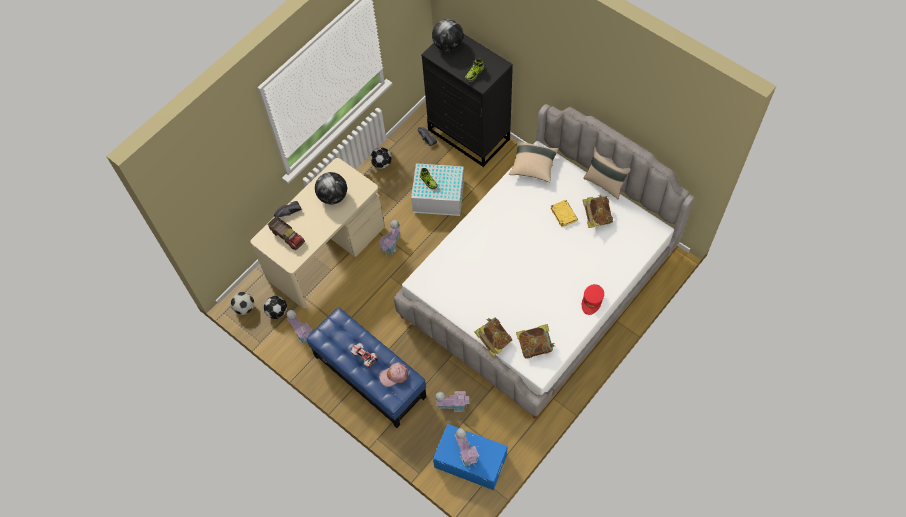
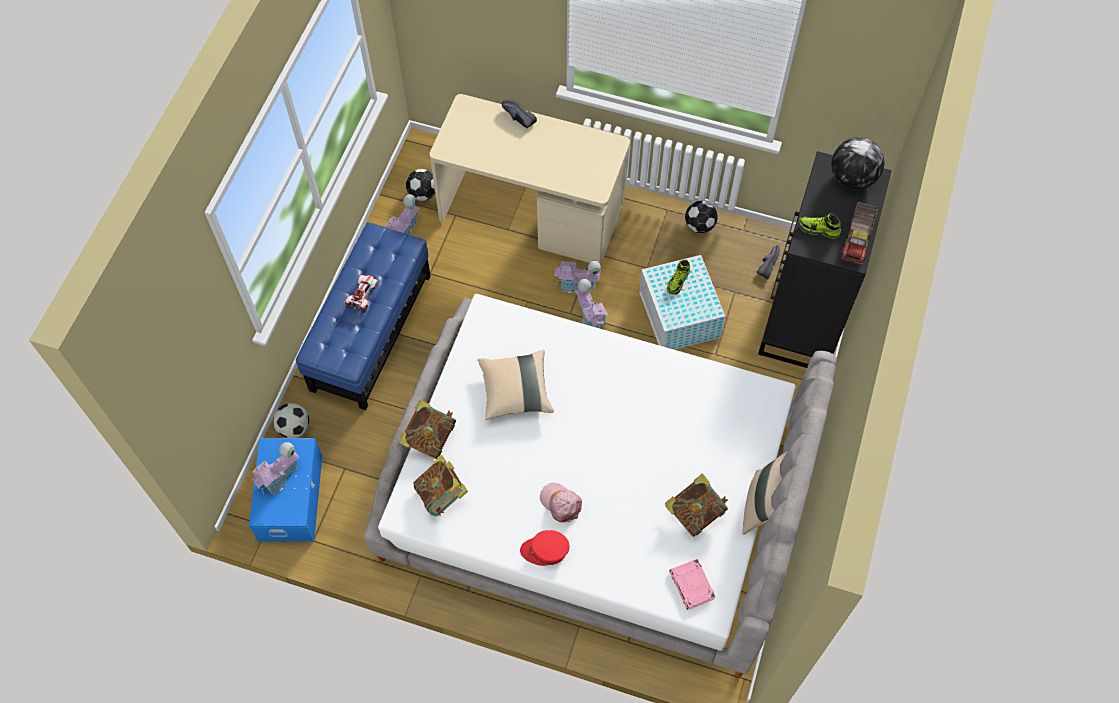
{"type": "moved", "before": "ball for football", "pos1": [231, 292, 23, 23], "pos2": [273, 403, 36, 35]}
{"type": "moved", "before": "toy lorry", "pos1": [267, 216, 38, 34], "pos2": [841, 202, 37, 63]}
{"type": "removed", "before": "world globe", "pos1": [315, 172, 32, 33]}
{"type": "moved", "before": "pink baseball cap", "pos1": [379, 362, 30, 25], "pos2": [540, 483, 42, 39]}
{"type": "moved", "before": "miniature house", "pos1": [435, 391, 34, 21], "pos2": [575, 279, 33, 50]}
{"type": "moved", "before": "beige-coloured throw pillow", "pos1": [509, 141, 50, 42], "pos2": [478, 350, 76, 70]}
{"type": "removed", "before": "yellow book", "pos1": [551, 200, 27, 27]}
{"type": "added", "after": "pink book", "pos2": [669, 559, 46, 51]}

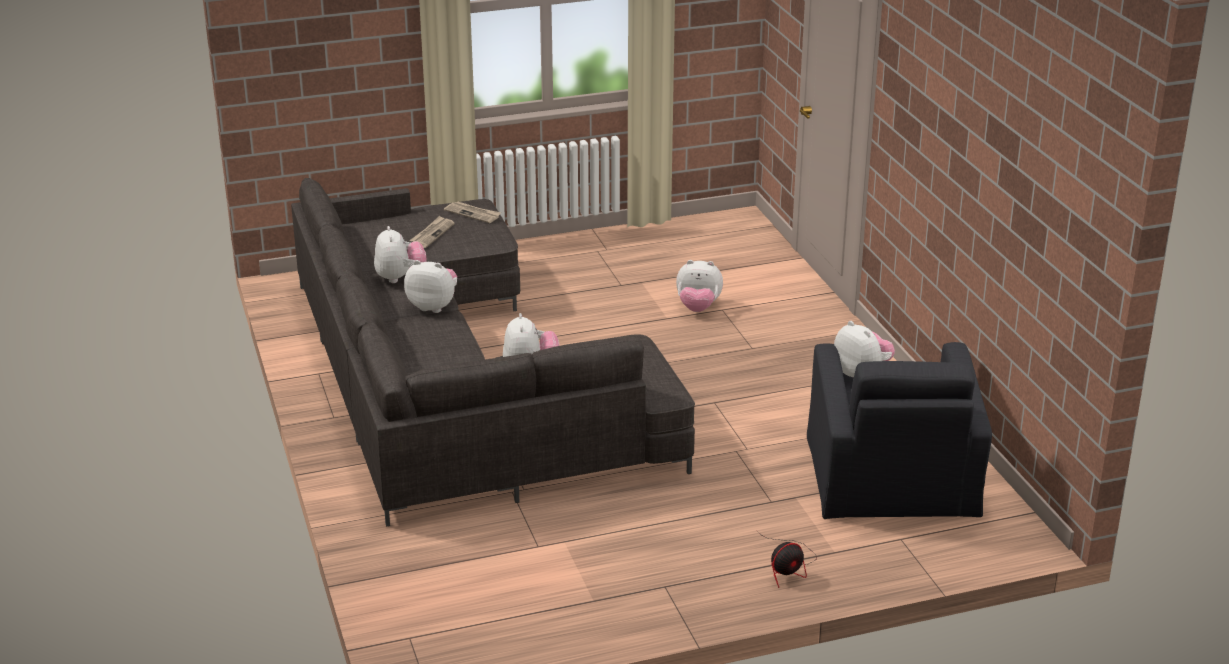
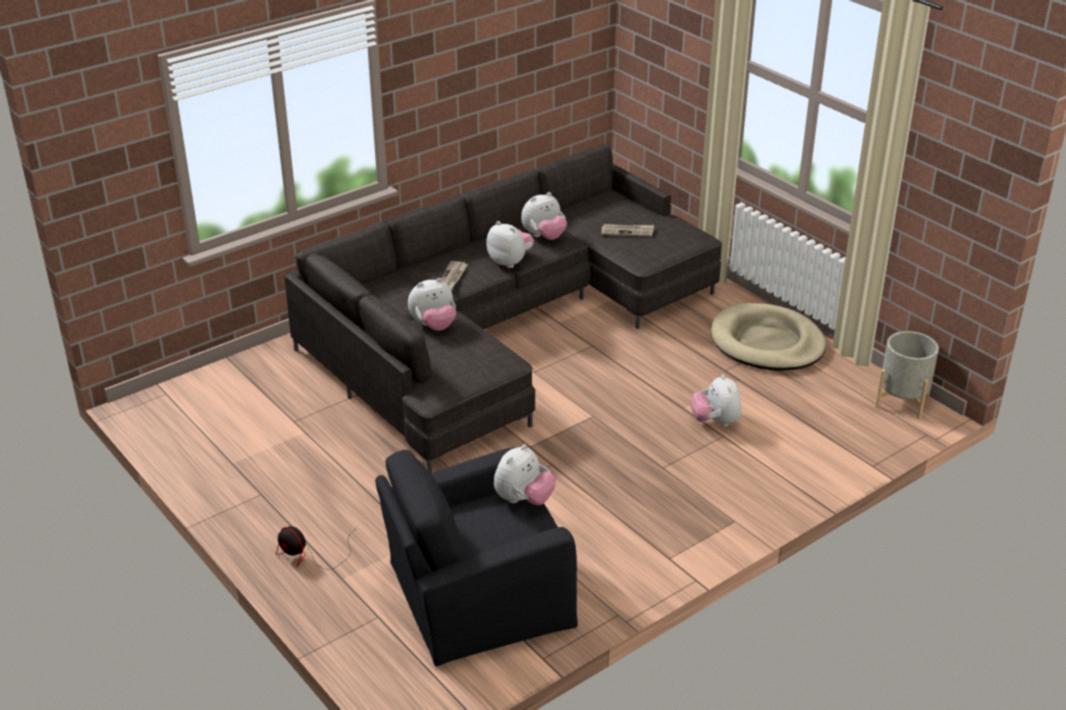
{"type": "turned", "before": "soft toy", "pos1": [404, 260, 53, 53], "pos2": [486, 221, 48, 47], "turn": -45}
{"type": "moved", "before": "newspaper", "pos1": [444, 202, 57, 21], "pos2": [441, 261, 27, 30]}
{"type": "added", "after": "beige-coloured dog cushion", "pos2": [711, 303, 115, 68]}
{"type": "added", "after": "gray flower pot", "pos2": [875, 331, 64, 88]}

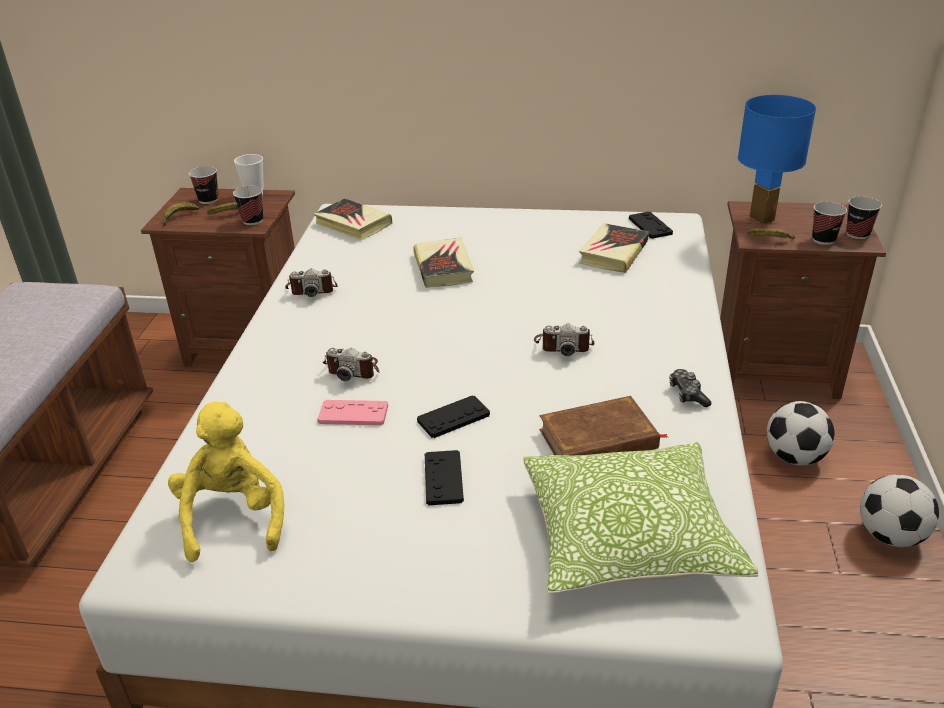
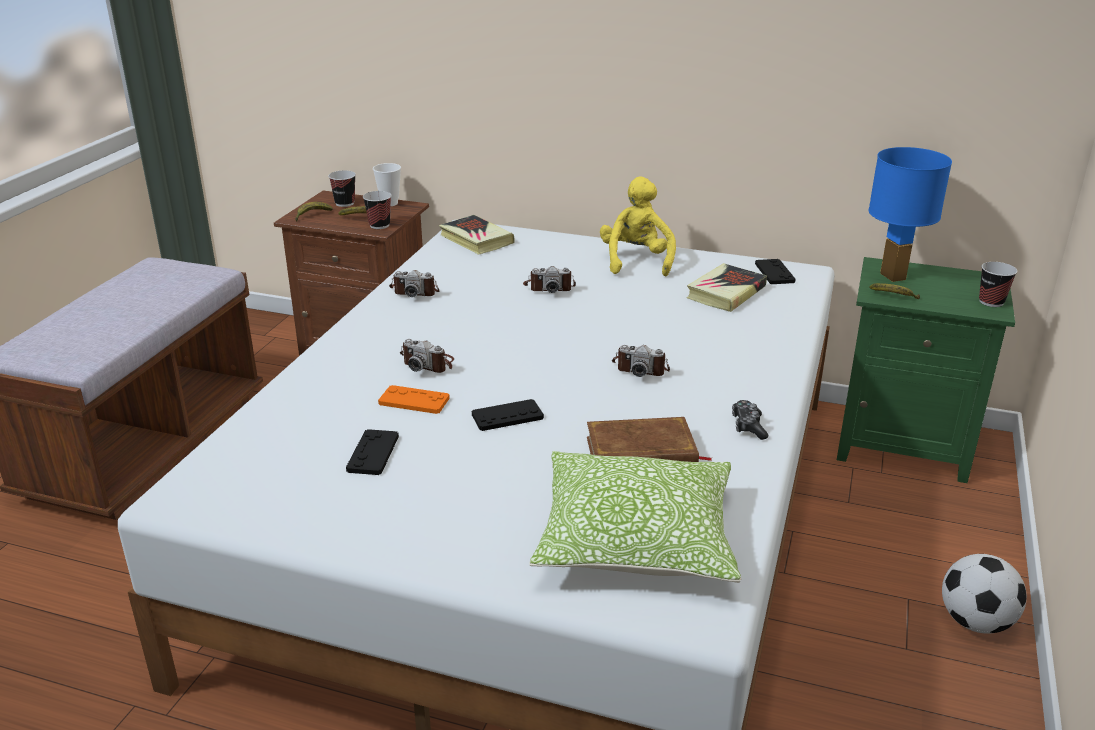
{"type": "moved", "before": "yellow soft toy", "pos1": [168, 402, 116, 160], "pos2": [600, 176, 76, 100]}
{"type": "recoloured", "before": "pink gamepad", "after": "orange gamepad", "pos1": [317, 400, 71, 25], "pos2": [378, 385, 72, 29]}
{"type": "replaced", "before": "book", "after": "photo camera", "pos1": [413, 238, 61, 50], "pos2": [523, 266, 53, 27]}
{"type": "moved", "before": "black-coloured gamepad", "pos1": [425, 450, 39, 55], "pos2": [346, 429, 53, 46]}
{"type": "recoloured", "before": "brown night table", "after": "green night table", "pos1": [720, 201, 166, 198], "pos2": [837, 257, 178, 226]}
{"type": "removed", "before": "ball for football", "pos1": [767, 401, 68, 65]}
{"type": "removed", "before": "small cup", "pos1": [812, 202, 35, 43]}

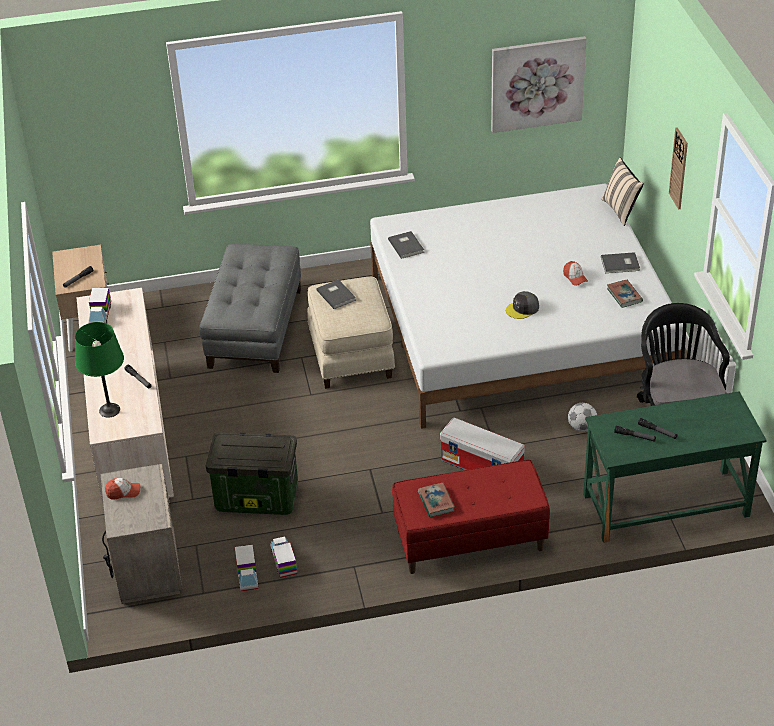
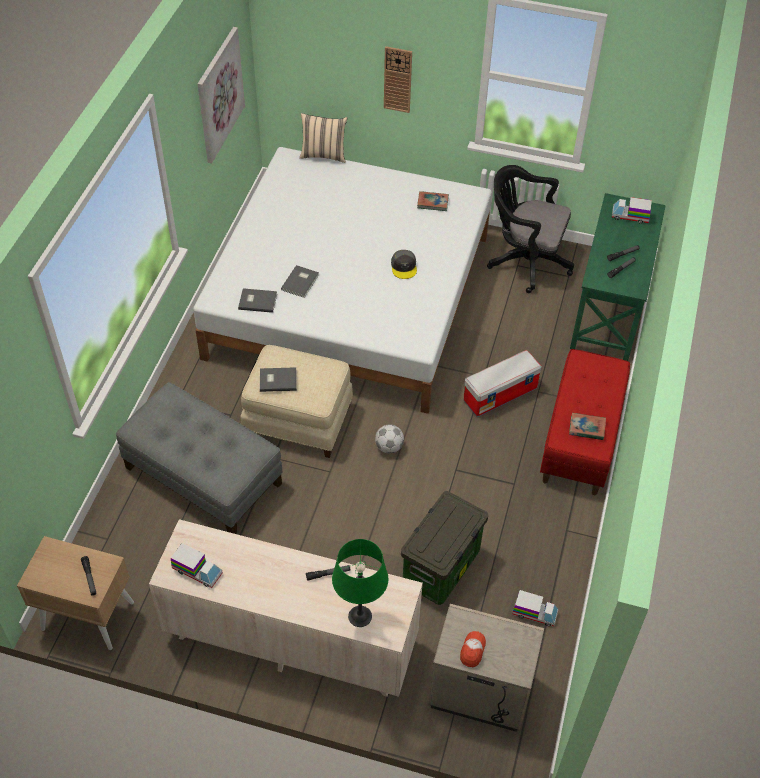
{"type": "moved", "before": "toy lorry", "pos1": [270, 536, 27, 42], "pos2": [612, 197, 40, 27]}
{"type": "removed", "before": "baseball cap", "pos1": [563, 261, 25, 25]}
{"type": "moved", "before": "ball for football", "pos1": [568, 403, 29, 29], "pos2": [375, 425, 29, 28]}
{"type": "moved", "before": "gray book", "pos1": [601, 252, 39, 21], "pos2": [281, 265, 38, 33]}

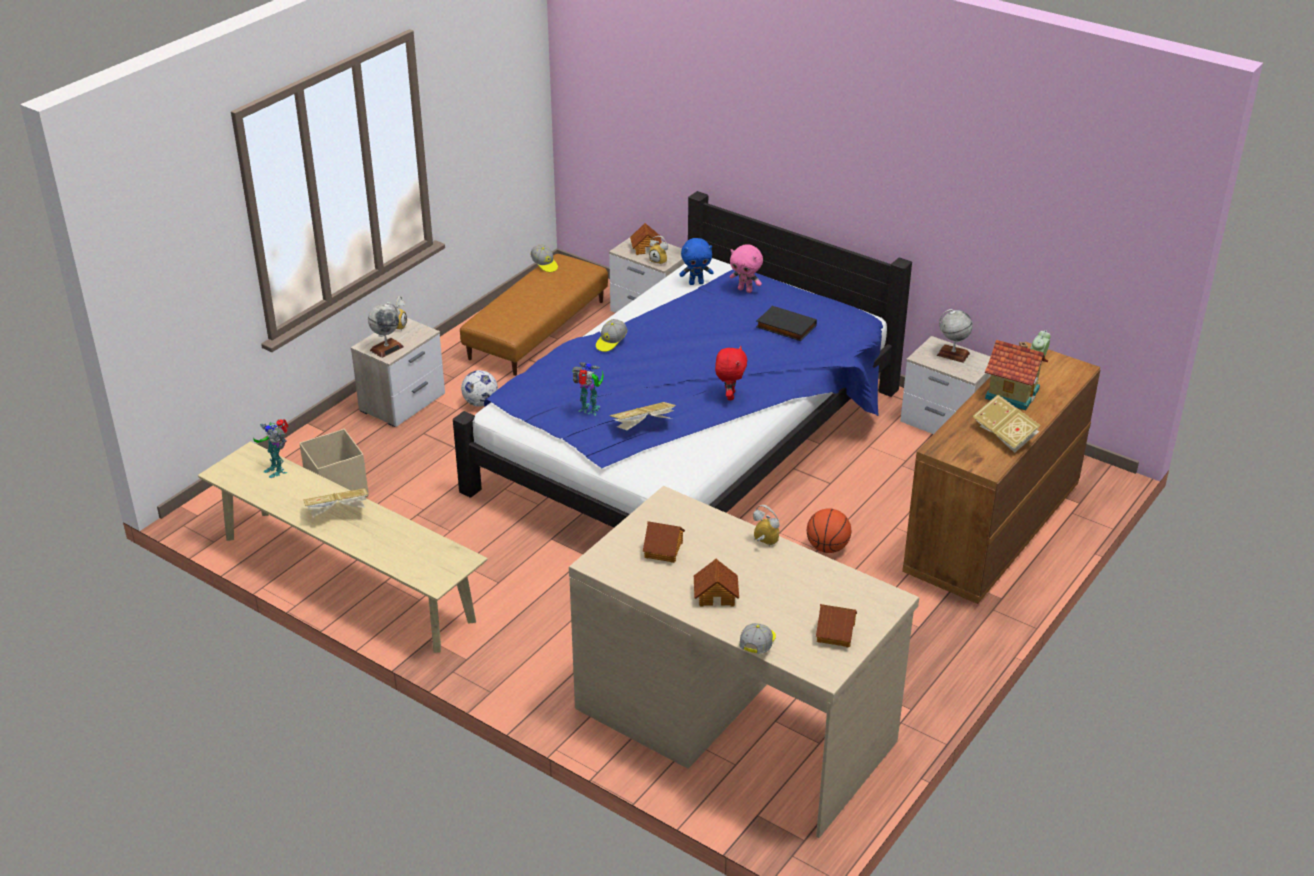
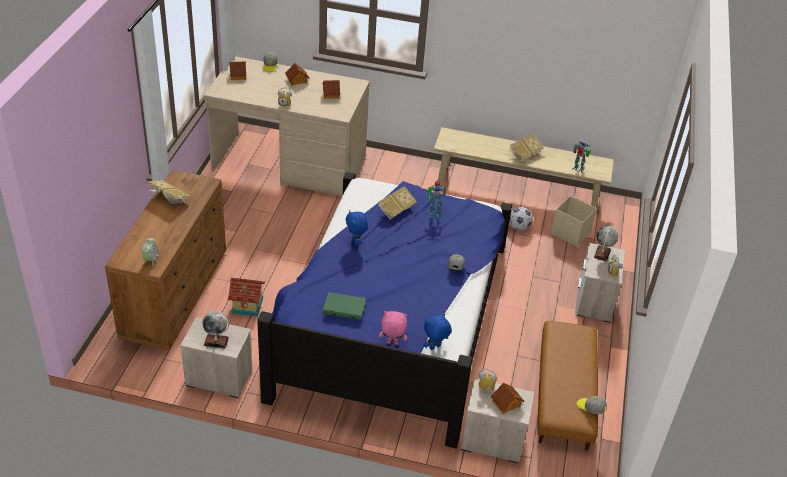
{"type": "moved", "before": "ball for football", "pos1": [461, 370, 37, 37], "pos2": [509, 207, 24, 24]}
{"type": "recoloured", "before": "red-coloured soft toy", "after": "blue-coloured soft toy", "pos1": [715, 346, 32, 54], "pos2": [346, 210, 22, 36]}
{"type": "recoloured", "before": "black-coloured book", "after": "green book", "pos1": [756, 306, 61, 35], "pos2": [323, 292, 43, 28]}
{"type": "removed", "before": "basketball", "pos1": [807, 508, 44, 45]}
{"type": "moved", "before": "miniature house", "pos1": [985, 340, 63, 70], "pos2": [228, 278, 37, 38]}

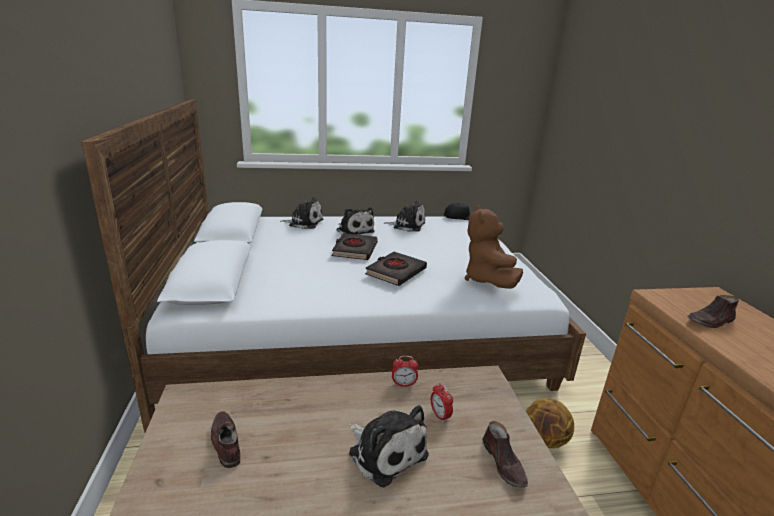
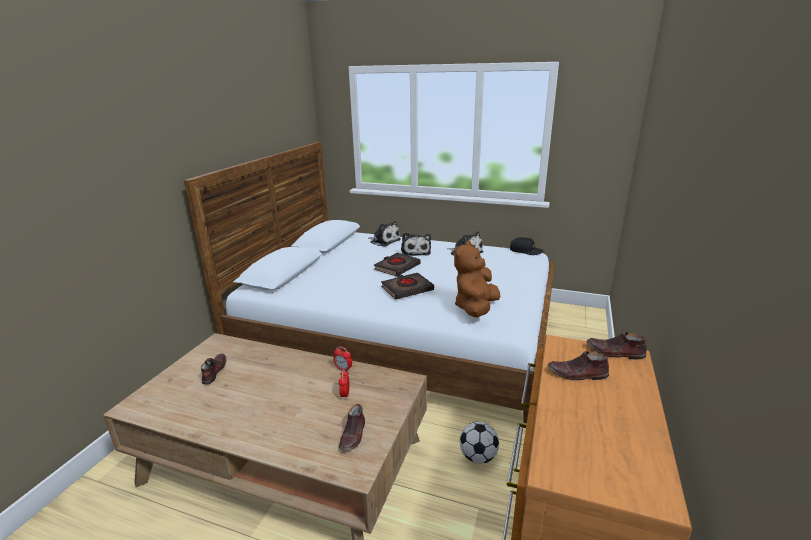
{"type": "removed", "before": "soft toy", "pos1": [349, 405, 80, 83]}
{"type": "replaced", "before": "basketball", "after": "ball for football", "pos1": [526, 398, 48, 50], "pos2": [460, 422, 39, 42]}
{"type": "added", "after": "brown item of footwear", "pos2": [587, 332, 59, 28]}

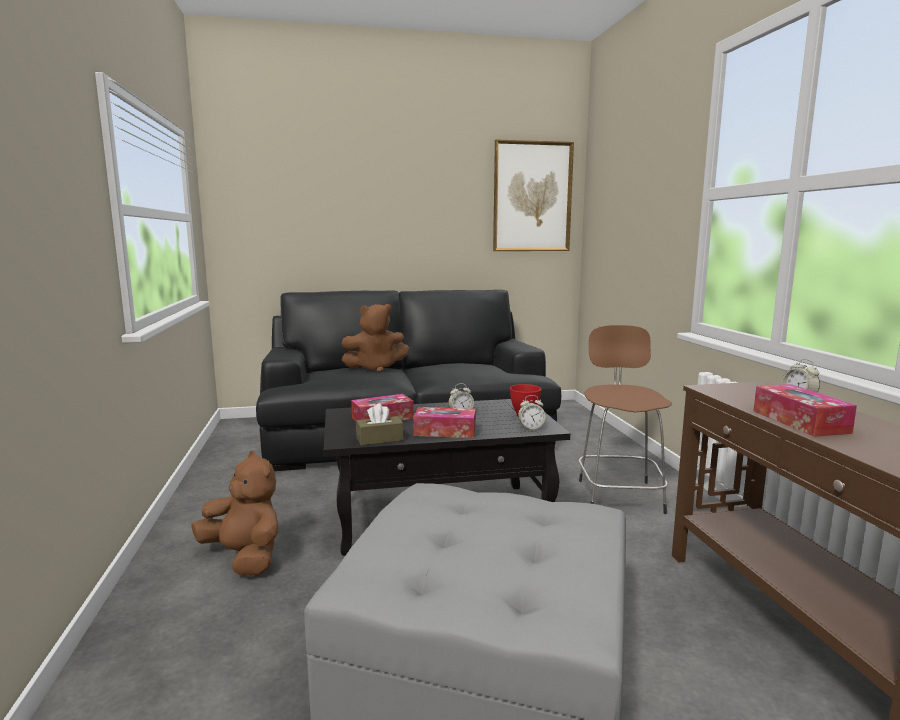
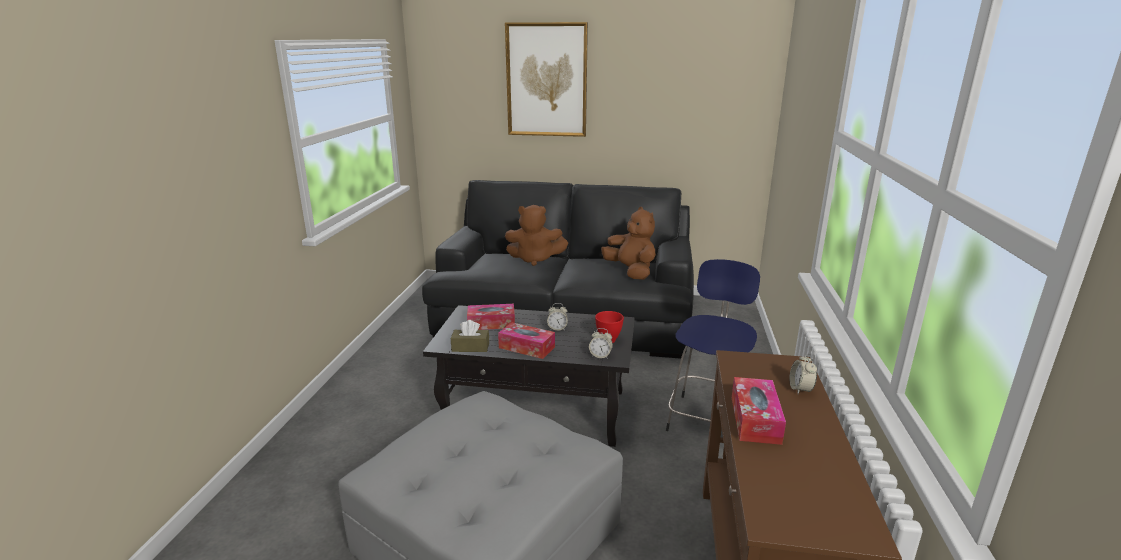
{"type": "moved", "before": "brown soft toy", "pos1": [191, 451, 87, 125], "pos2": [601, 207, 55, 73]}
{"type": "moved", "before": "picture", "pos1": [493, 139, 81, 112], "pos2": [505, 22, 83, 115]}
{"type": "recoloured", "before": "brown stool seat", "after": "blue-coloured stool seat", "pos1": [578, 325, 94, 189], "pos2": [666, 259, 94, 172]}

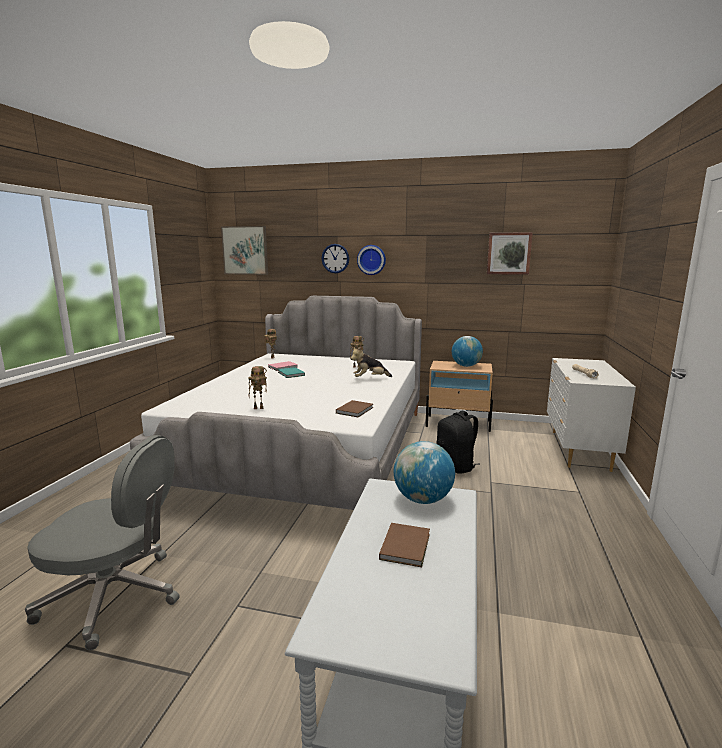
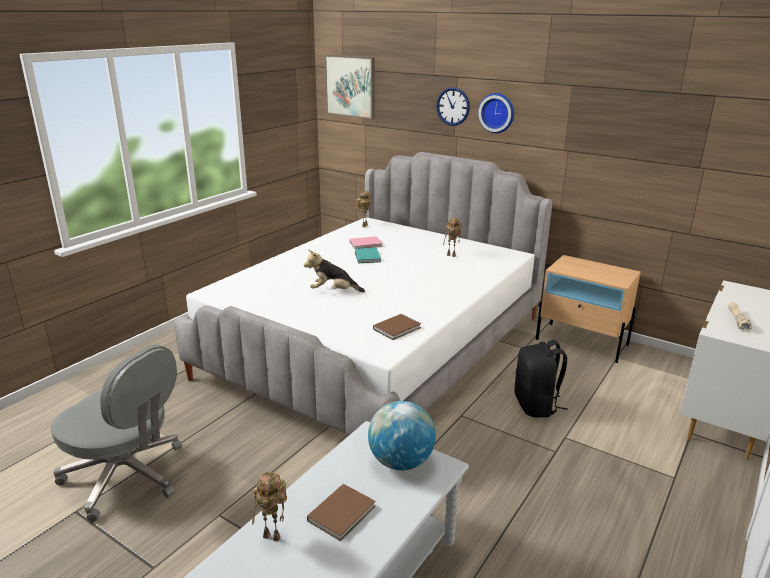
{"type": "moved", "before": "model robot", "pos1": [248, 366, 19, 43], "pos2": [252, 472, 35, 70]}
{"type": "moved", "before": "soft toy", "pos1": [350, 347, 43, 30], "pos2": [304, 249, 61, 43]}
{"type": "removed", "before": "world globe", "pos1": [452, 336, 31, 31]}
{"type": "removed", "before": "picture", "pos1": [487, 232, 46, 43]}

